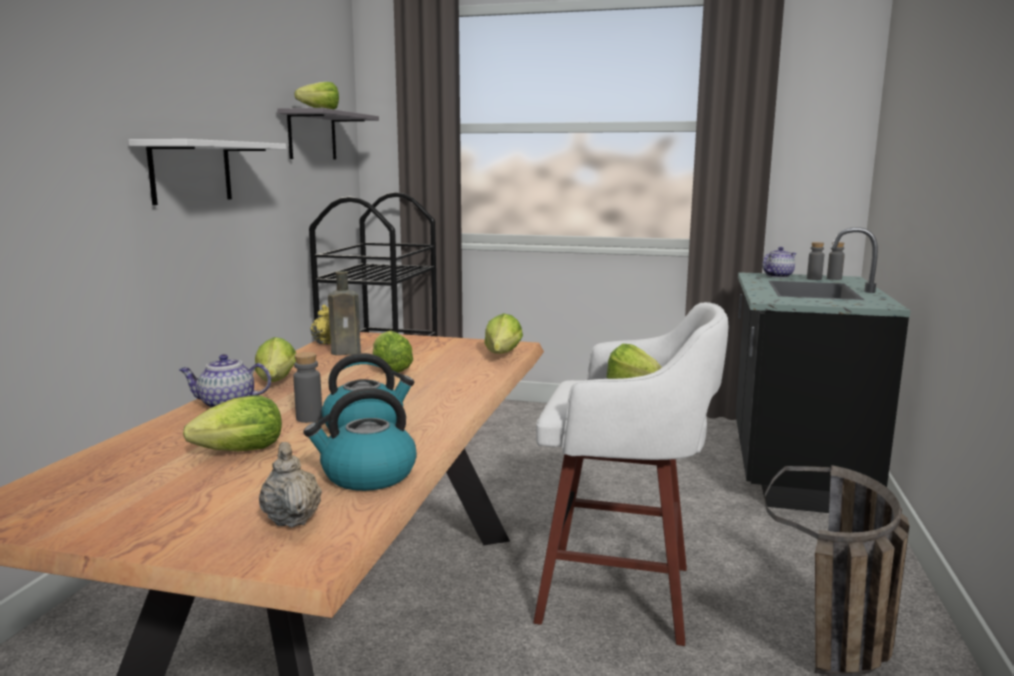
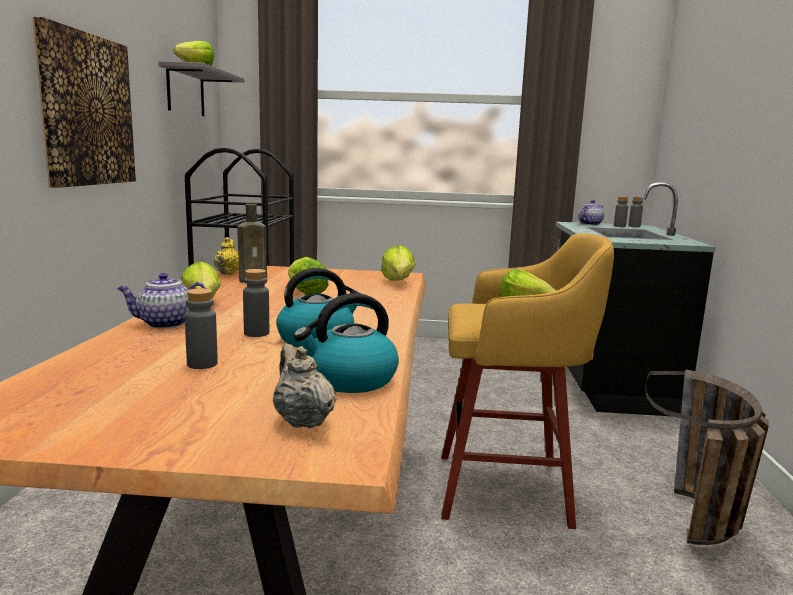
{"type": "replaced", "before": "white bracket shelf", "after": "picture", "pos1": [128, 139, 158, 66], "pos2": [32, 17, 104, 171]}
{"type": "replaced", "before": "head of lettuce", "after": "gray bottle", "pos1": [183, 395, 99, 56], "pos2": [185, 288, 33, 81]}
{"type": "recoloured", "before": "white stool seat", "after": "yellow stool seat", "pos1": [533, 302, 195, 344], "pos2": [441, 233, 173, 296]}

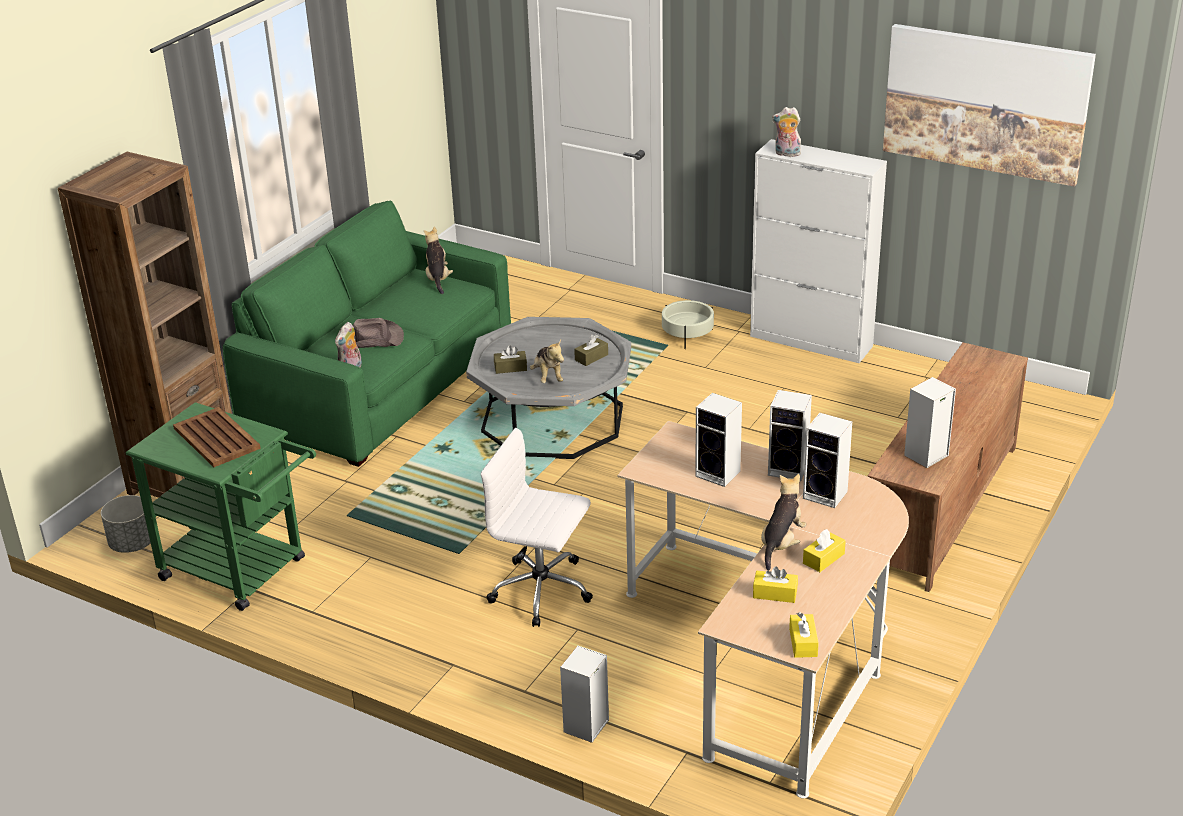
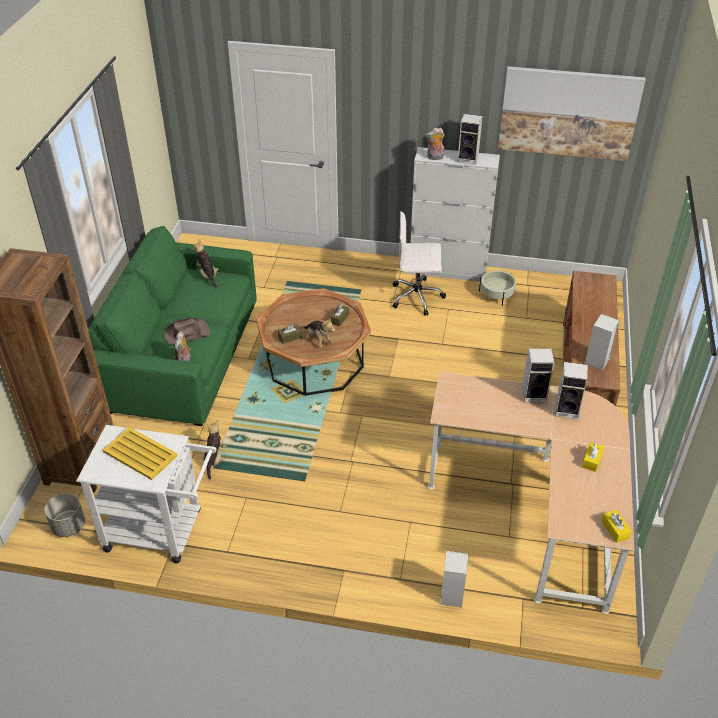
{"type": "recoloured", "before": "green trolley", "after": "white trolley", "pos1": [126, 402, 190, 209], "pos2": [76, 425, 141, 139]}
{"type": "recoloured", "before": "brown serving tray", "after": "yellow serving tray", "pos1": [173, 407, 88, 60], "pos2": [103, 427, 75, 53]}
{"type": "recoloured", "before": "gray coffee table", "after": "brown coffee table", "pos1": [466, 317, 165, 142], "pos2": [256, 288, 115, 108]}
{"type": "moved", "before": "white office chair", "pos1": [481, 428, 112, 199], "pos2": [393, 211, 53, 105]}
{"type": "moved", "before": "beige-coloured flower pot", "pos1": [662, 300, 52, 49], "pos2": [479, 270, 37, 36]}
{"type": "moved", "before": "audio speaker", "pos1": [695, 393, 47, 94], "pos2": [458, 114, 25, 51]}
{"type": "removed", "before": "yellow tissue box", "pos1": [753, 566, 45, 37]}
{"type": "moved", "before": "soft toy", "pos1": [761, 474, 45, 97], "pos2": [203, 420, 24, 59]}

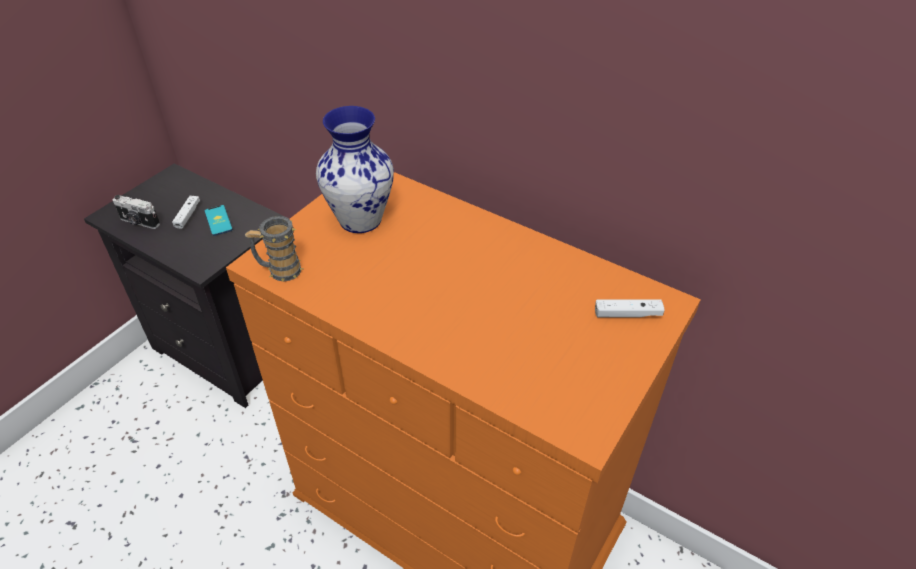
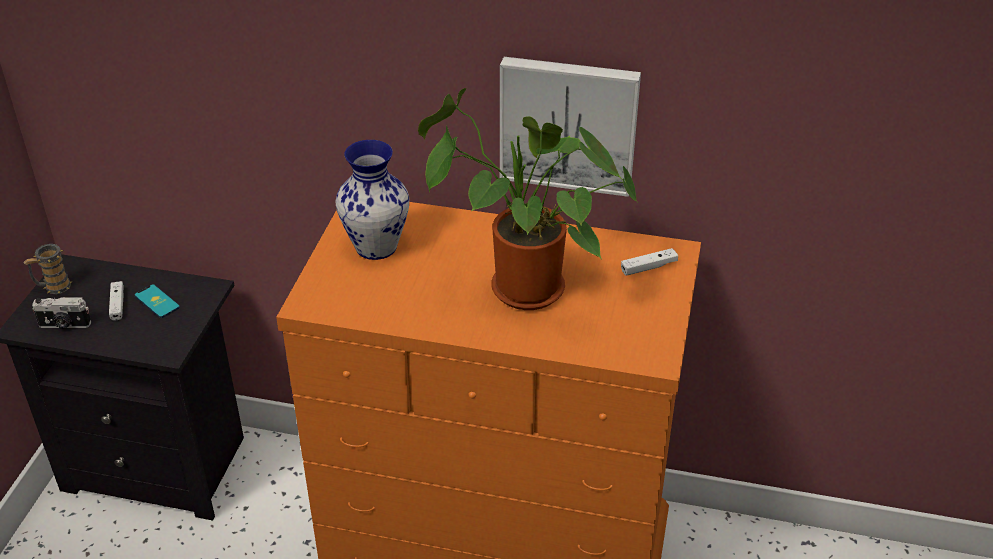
{"type": "moved", "before": "mug", "pos1": [245, 216, 58, 66], "pos2": [24, 244, 48, 50]}
{"type": "added", "after": "plant in a pot", "pos2": [418, 88, 220, 222]}
{"type": "added", "after": "picture", "pos2": [500, 57, 141, 140]}

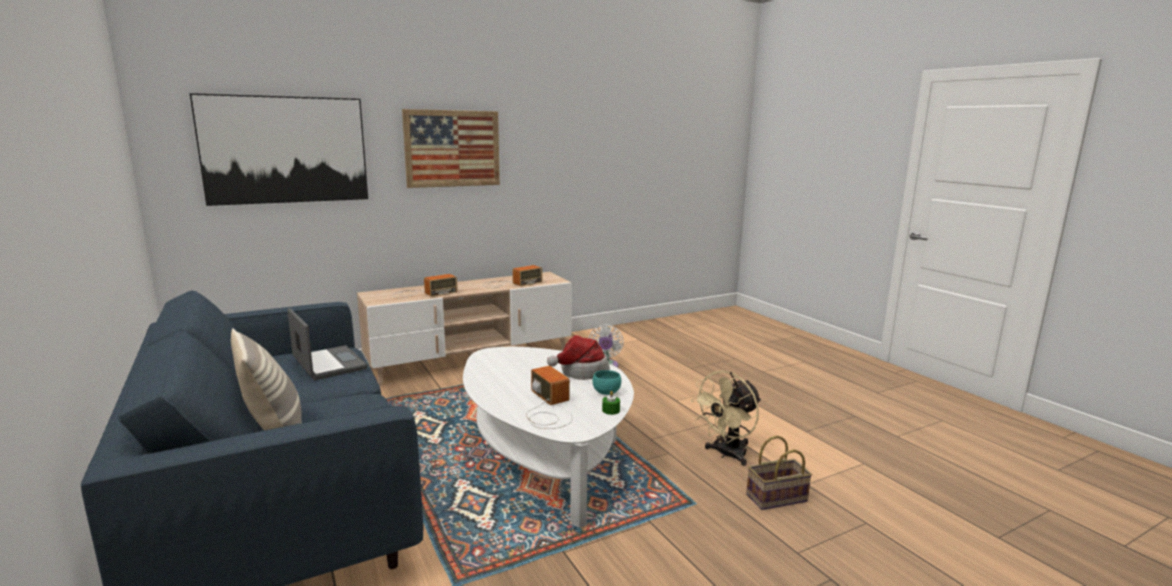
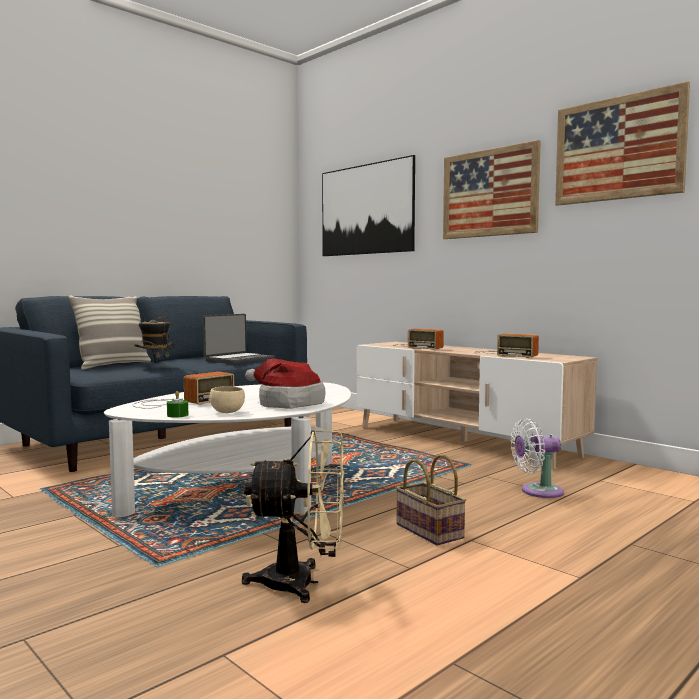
{"type": "recoloured", "before": "turquoise deep dish", "after": "beige-coloured deep dish", "pos1": [593, 370, 28, 25], "pos2": [209, 386, 36, 27]}
{"type": "turned", "before": "beige-coloured electric fan", "pos1": [691, 370, 70, 96], "pos2": [242, 430, 102, 173], "turn": 150}
{"type": "moved", "before": "household basket", "pos1": [746, 436, 66, 74], "pos2": [396, 454, 70, 92]}
{"type": "added", "after": "wearable hat", "pos2": [134, 316, 41, 42]}
{"type": "added", "after": "picture", "pos2": [555, 81, 135, 125]}

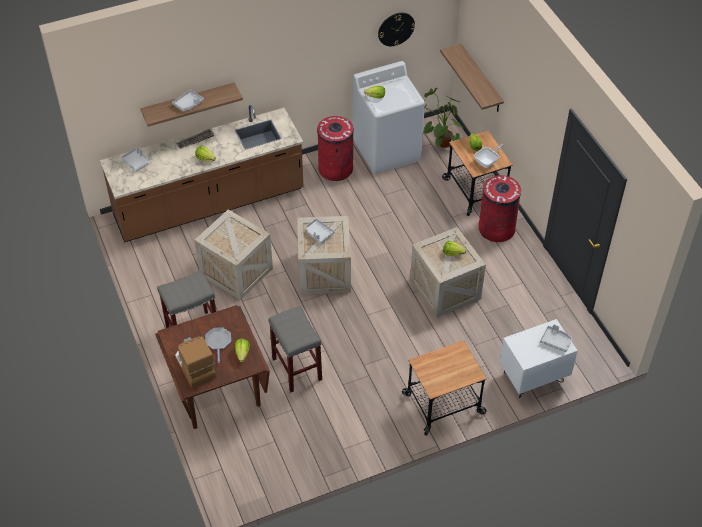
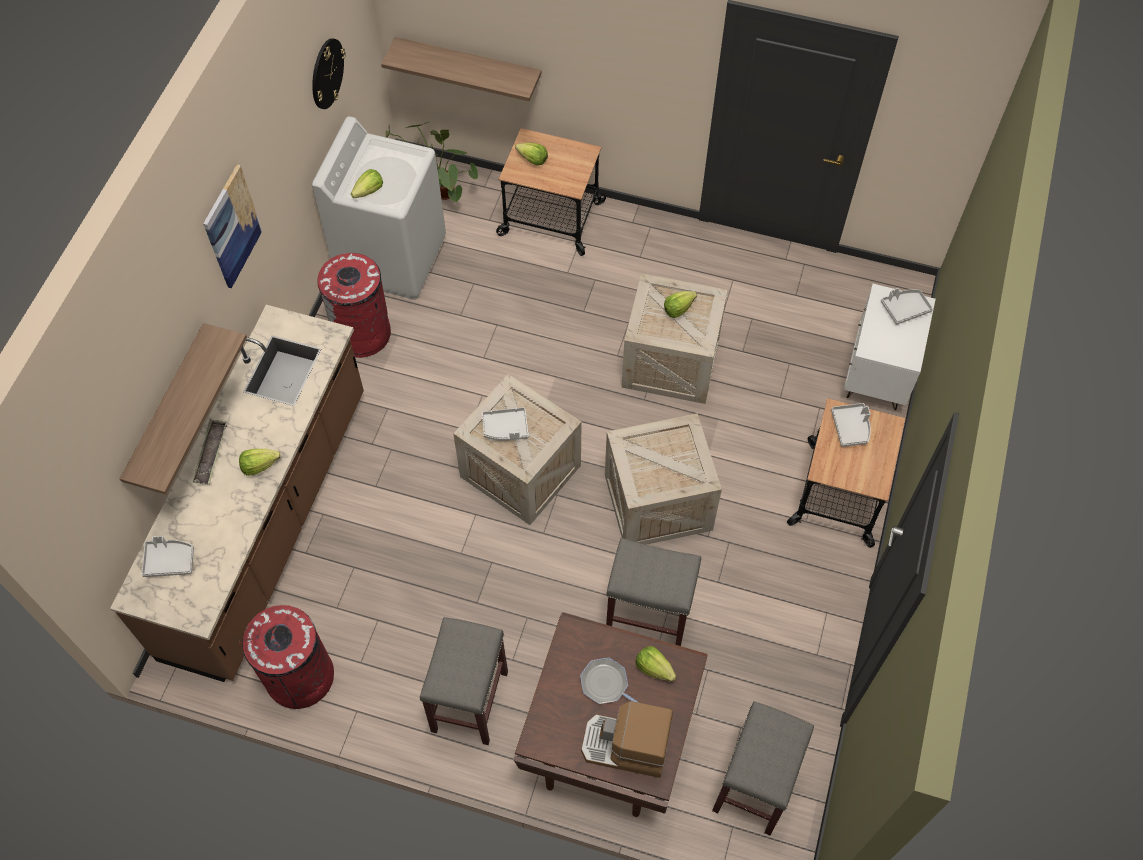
{"type": "moved", "before": "gray serving tray", "pos1": [172, 89, 32, 22], "pos2": [831, 403, 40, 44]}
{"type": "moved", "before": "packing crate", "pos1": [194, 209, 79, 91], "pos2": [605, 413, 117, 132]}
{"type": "removed", "before": "frying pan", "pos1": [474, 144, 30, 24]}
{"type": "moved", "before": "red-coloured waste bin", "pos1": [479, 175, 42, 67], "pos2": [239, 605, 95, 104]}
{"type": "added", "after": "picture", "pos2": [203, 164, 59, 124]}
{"type": "added", "after": "gray stool seat", "pos2": [712, 701, 102, 134]}

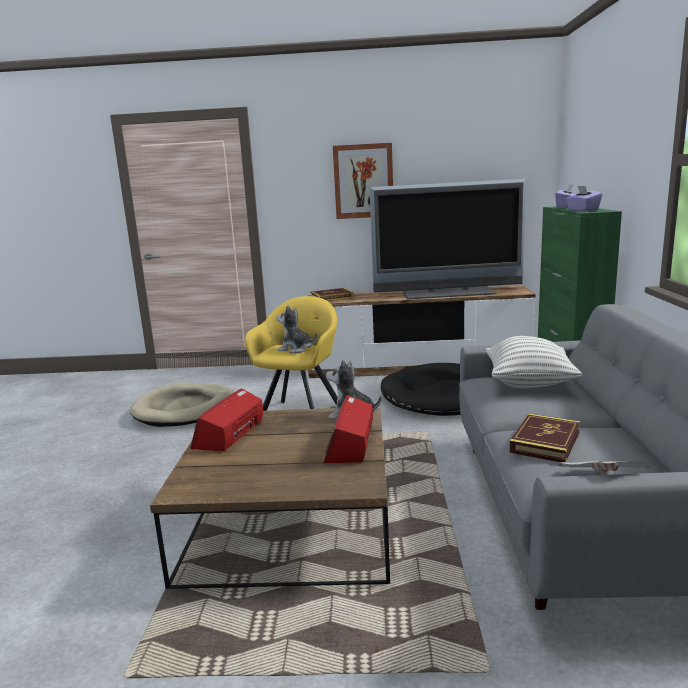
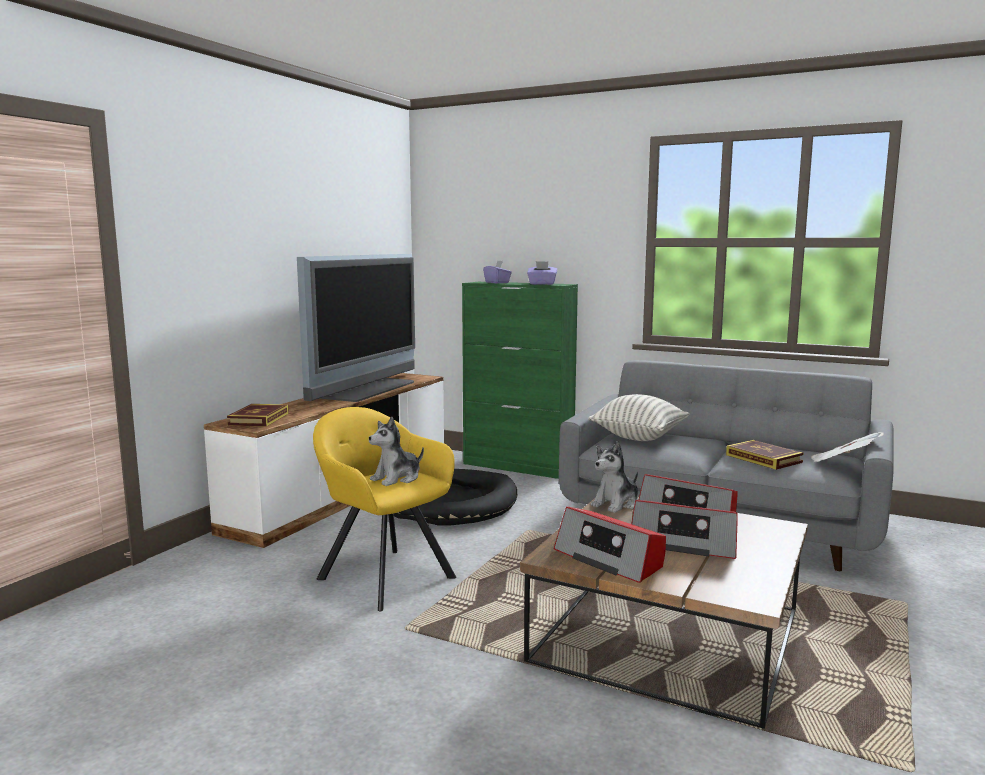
{"type": "removed", "before": "beige-coloured dog cushion", "pos1": [130, 383, 104, 44]}
{"type": "removed", "before": "picture", "pos1": [333, 143, 60, 76]}
{"type": "added", "after": "radio receiver", "pos2": [631, 500, 106, 59]}

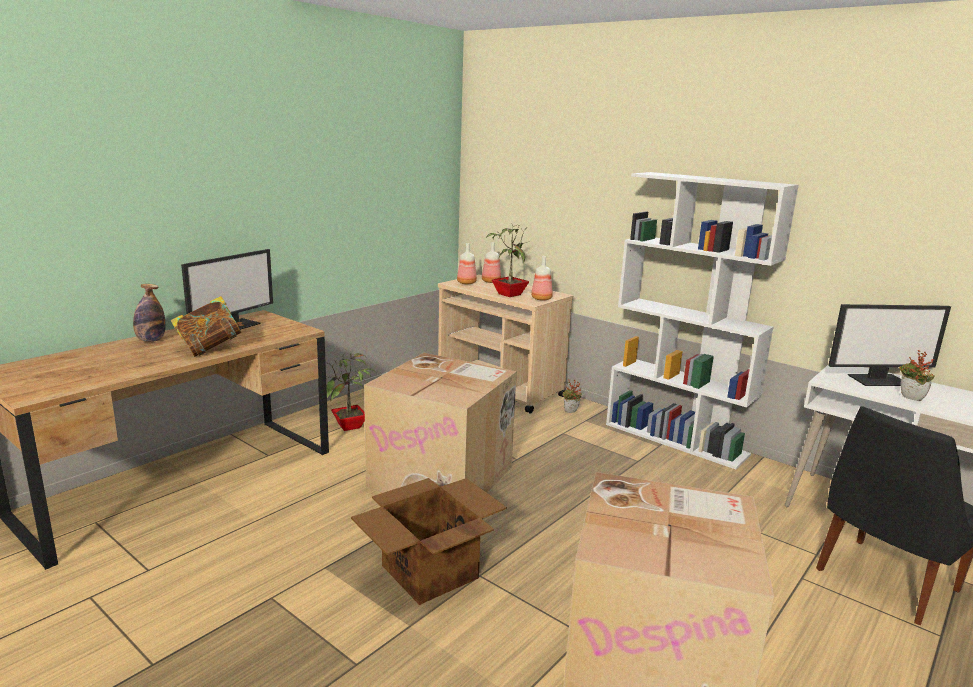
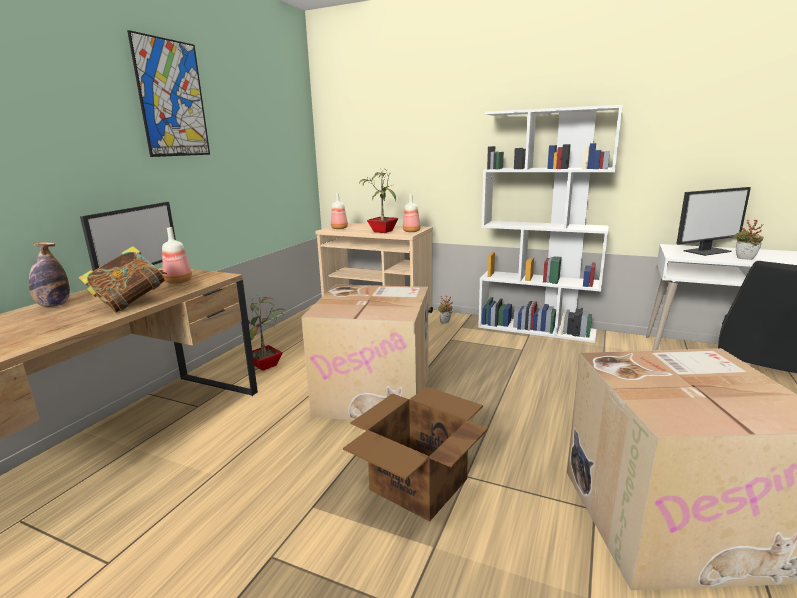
{"type": "moved", "before": "bottle", "pos1": [482, 242, 19, 41], "pos2": [162, 227, 30, 57]}
{"type": "added", "after": "picture", "pos2": [127, 30, 83, 127]}

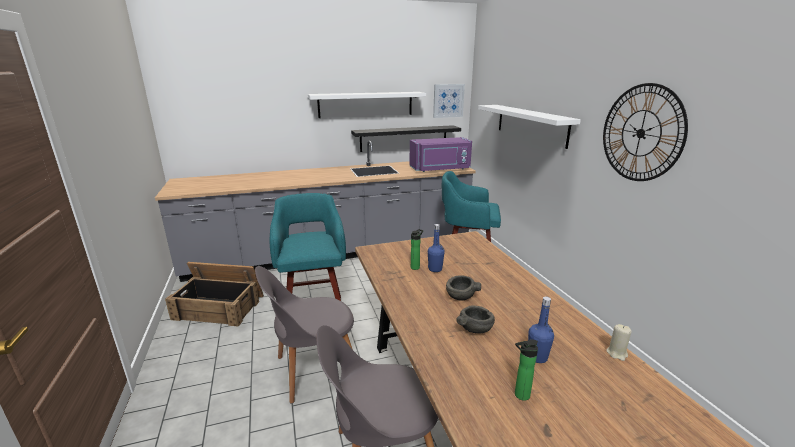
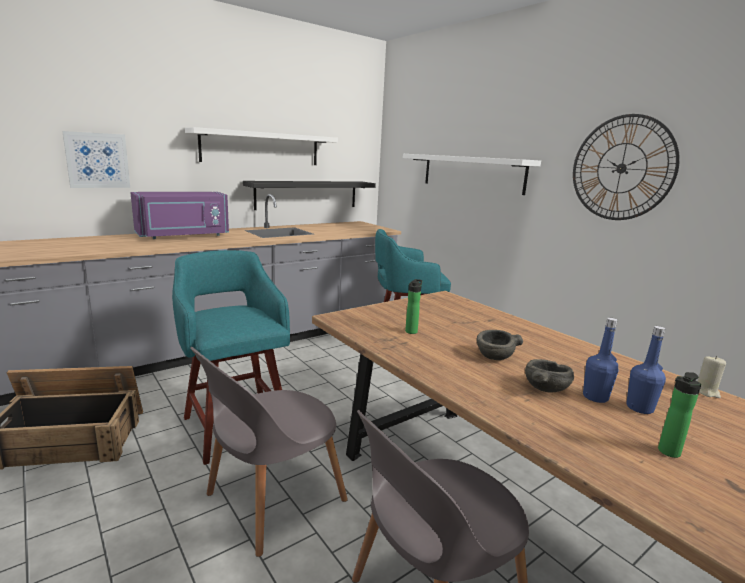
{"type": "moved", "before": "purple-coloured microwave", "pos1": [410, 137, 62, 35], "pos2": [130, 192, 99, 47]}
{"type": "moved", "before": "blue-coloured bottle", "pos1": [428, 224, 17, 48], "pos2": [583, 318, 36, 85]}
{"type": "moved", "before": "picture", "pos1": [433, 84, 32, 34], "pos2": [62, 131, 68, 57]}

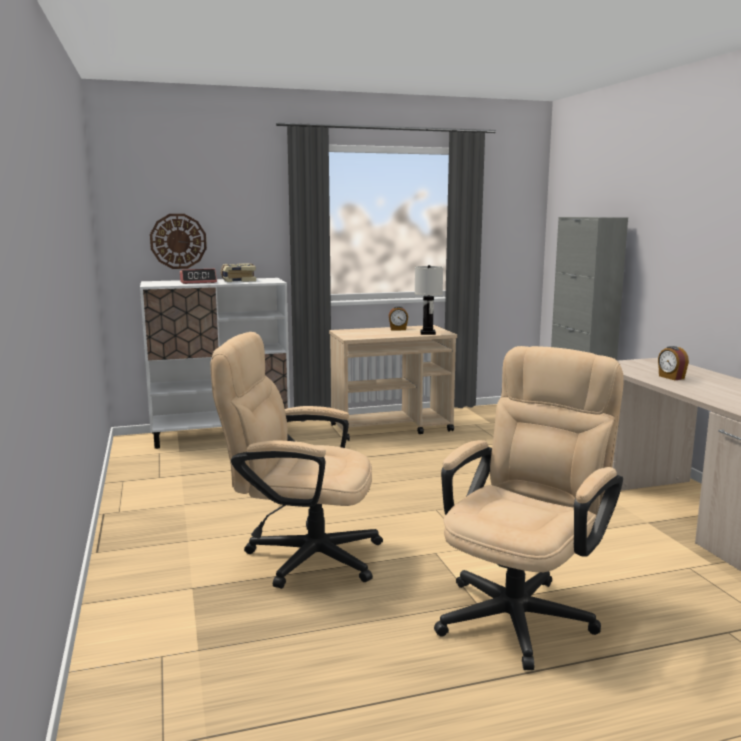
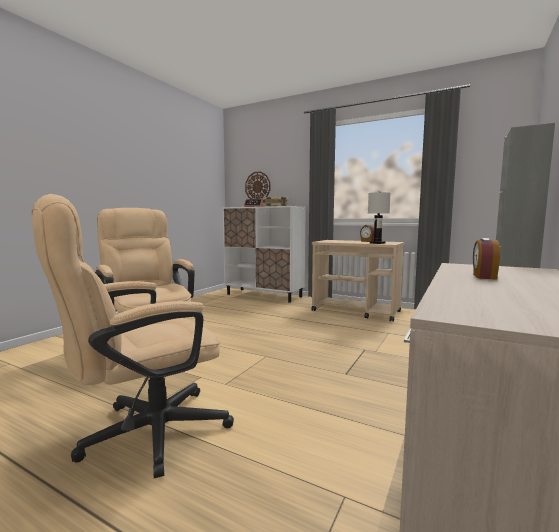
{"type": "turned", "before": "beige-coloured office chair", "pos1": [434, 346, 190, 324], "pos2": [31, 194, 203, 284], "turn": 150}

